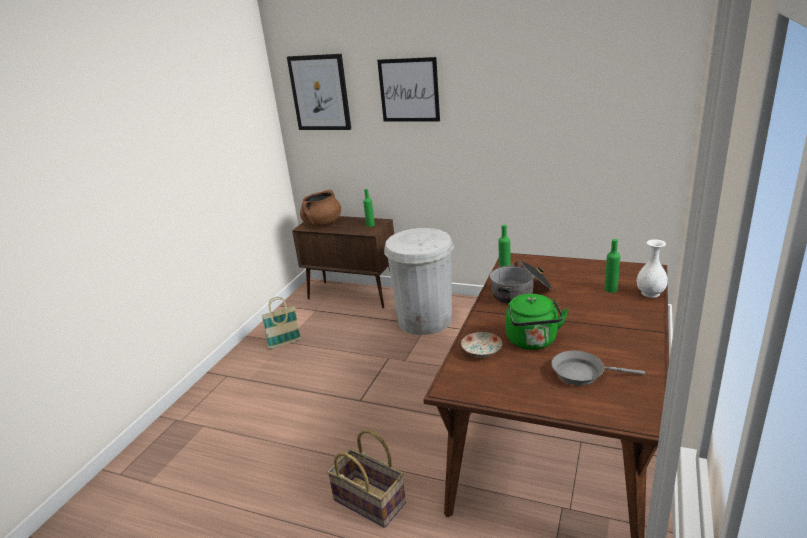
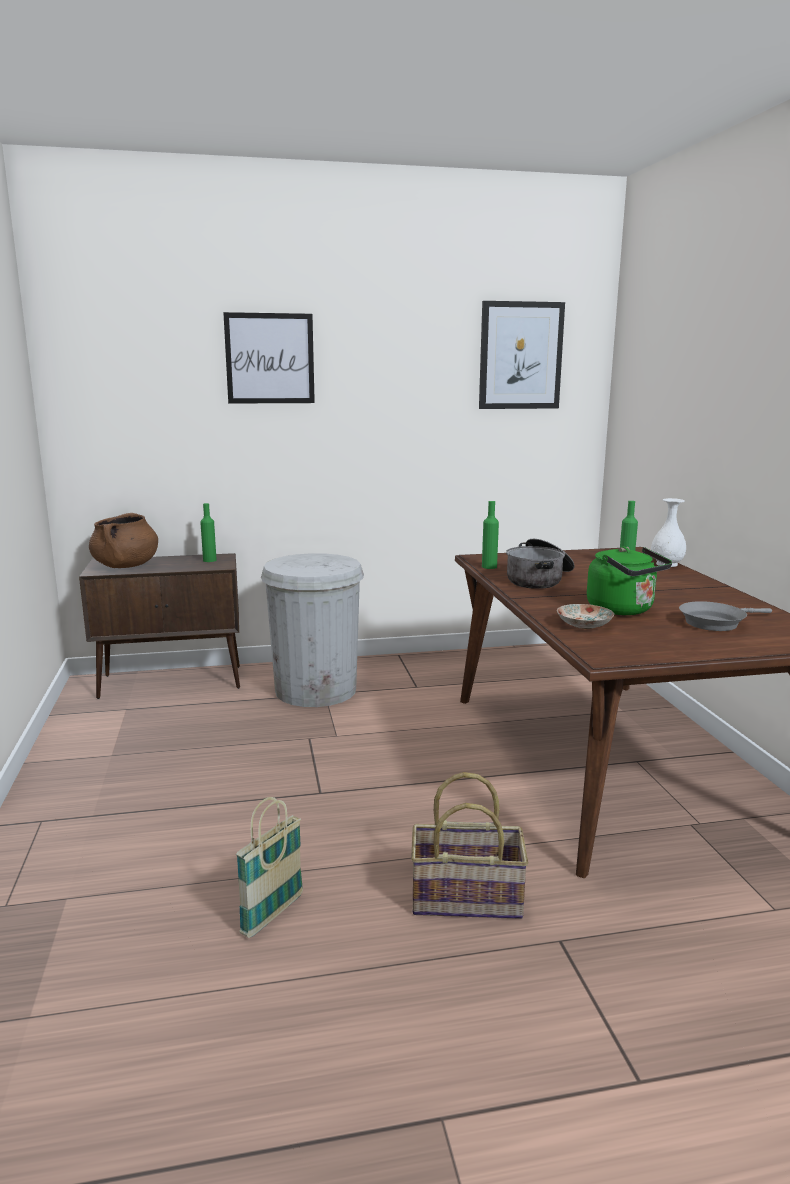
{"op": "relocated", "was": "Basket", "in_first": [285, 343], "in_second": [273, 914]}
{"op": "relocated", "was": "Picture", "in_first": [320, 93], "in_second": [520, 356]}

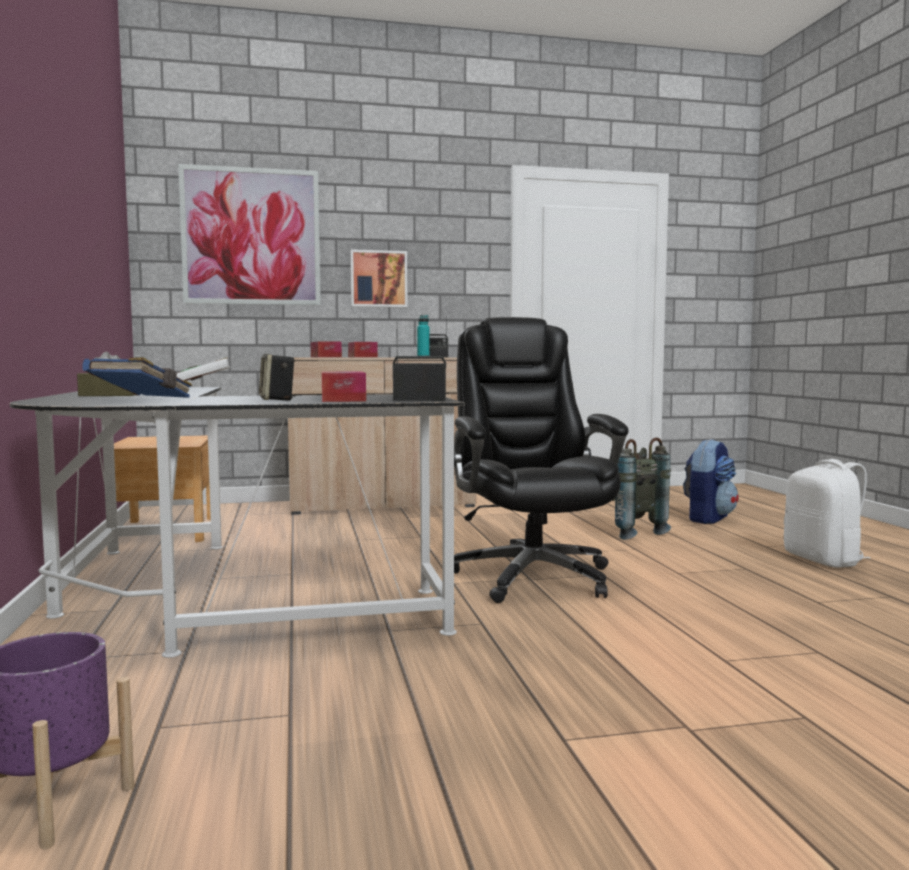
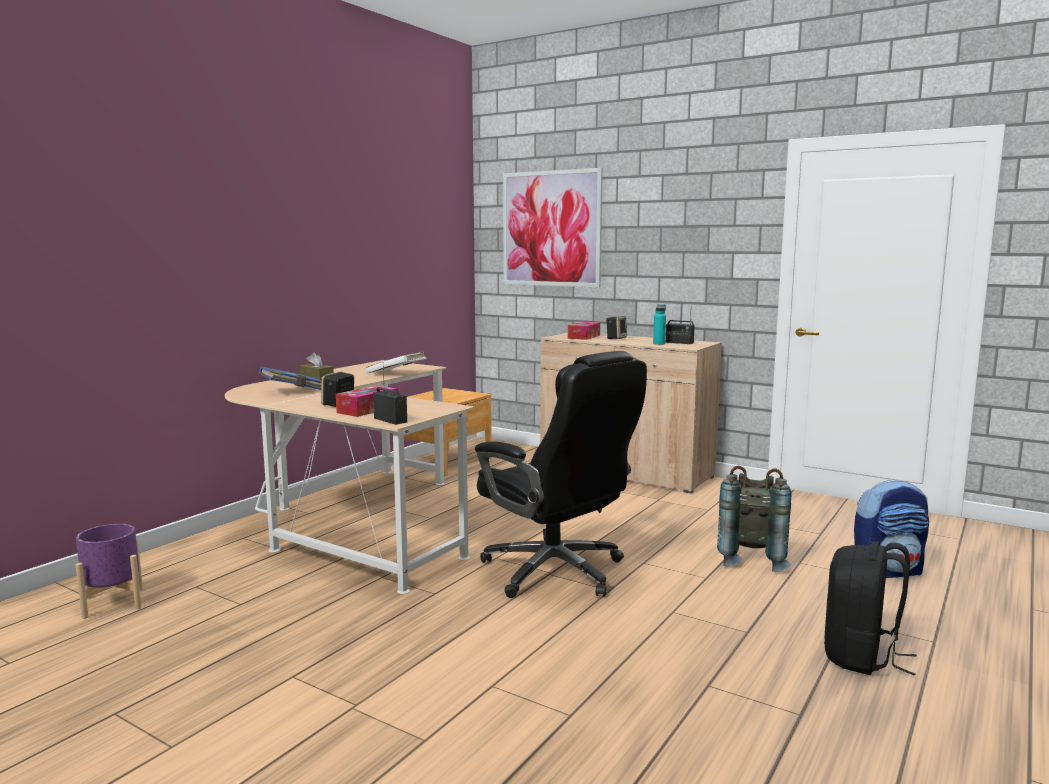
{"op": "colour", "was": "BlackDesk", "now": "BeigeDesk", "in_first": [208, 601], "in_second": [354, 523]}
{"op": "exchanged", "was": "TissueBox", "now": "Speaker", "in_first": [362, 357], "in_second": [616, 338]}
{"op": "missing", "was": "Picture", "in_first": [378, 279]}
{"op": "spun", "was": "BlackOfficeChair", "in_first": [531, 576], "in_second": [556, 572], "clockwise": 105}
{"op": "colour", "was": "WhiteBackpack", "now": "BlackBackpack", "in_first": [824, 560], "in_second": [861, 657]}

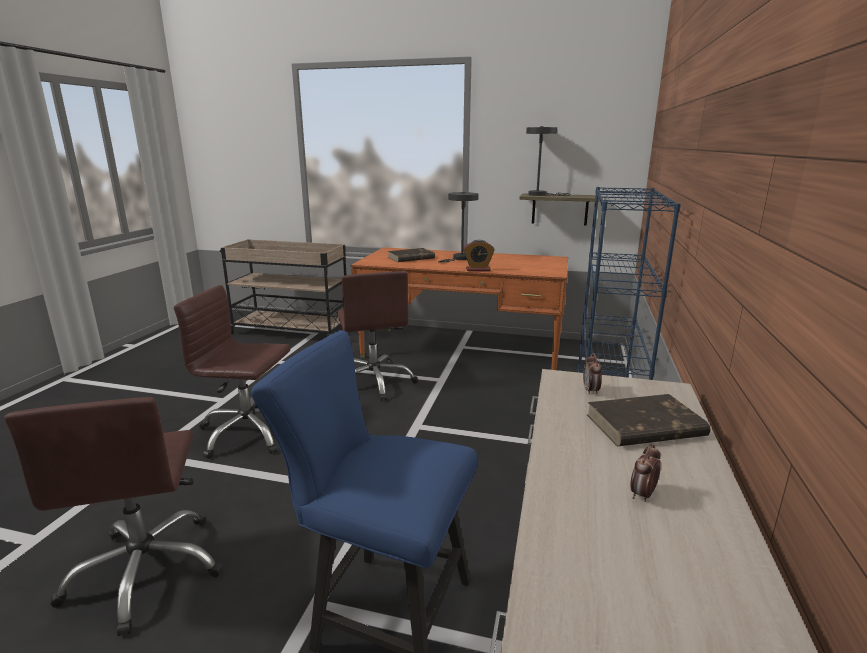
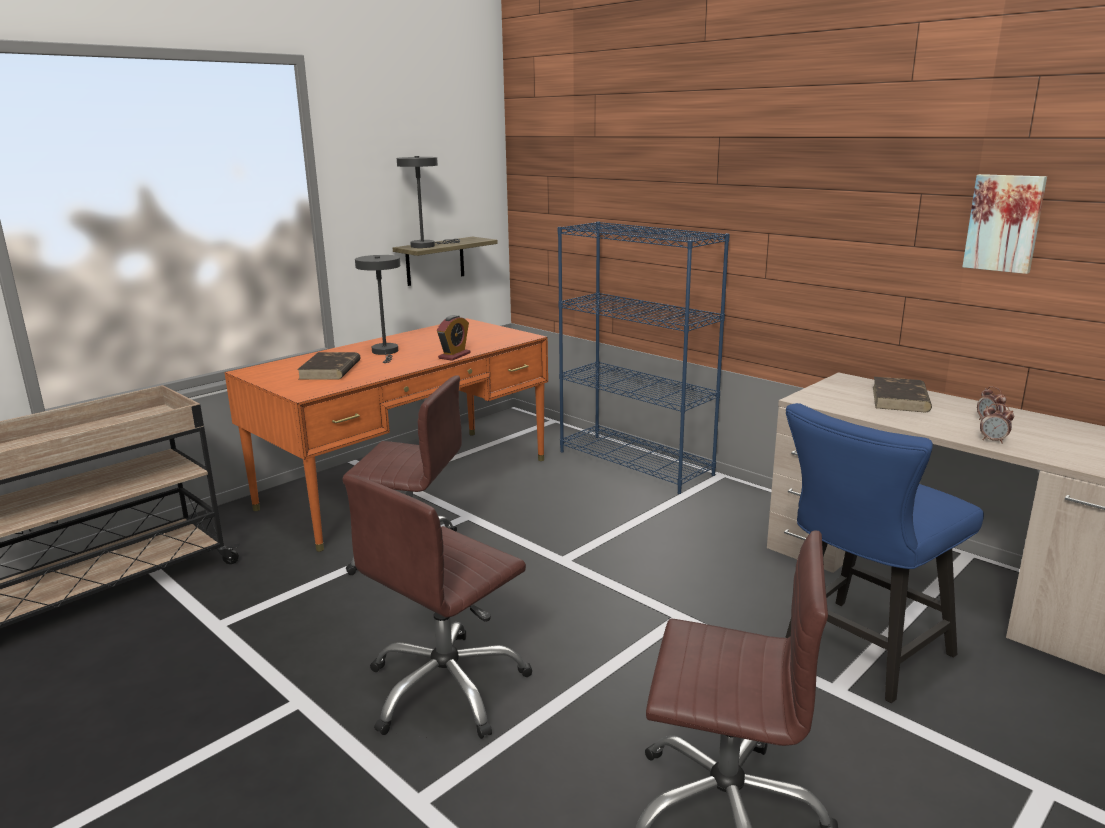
{"op": "relocated", "was": "AlarmClock", "in_first": [590, 391], "in_second": [993, 440]}
{"op": "appeared", "now": "Picture", "in_second": [1004, 223]}

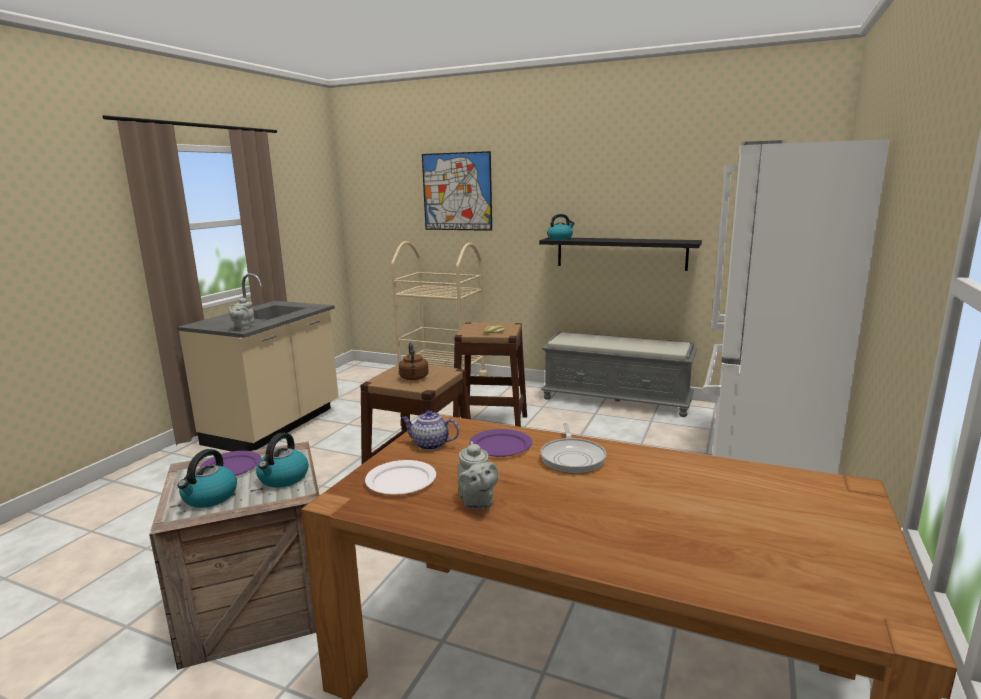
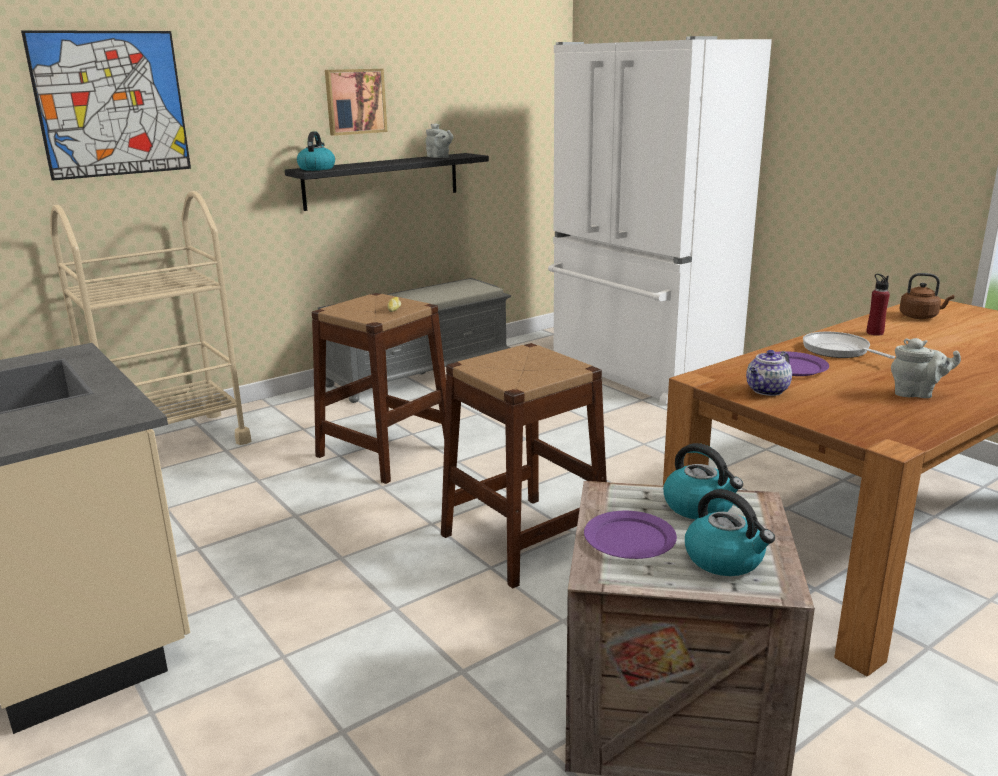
{"op": "relocated", "was": "GreyTeapot", "in_first": [243, 328], "in_second": [439, 157]}
{"op": "missing", "was": "WhitePlate", "in_first": [401, 481]}
{"op": "relocated", "was": "BrownKettle", "in_first": [414, 378], "in_second": [920, 317]}
{"op": "spun", "was": "FryingPan", "in_first": [572, 457], "in_second": [838, 350], "clockwise": -150}
{"op": "appeared", "now": "Picture", "in_second": [355, 101]}
{"op": "appeared", "now": "RedBottle", "in_second": [874, 333]}

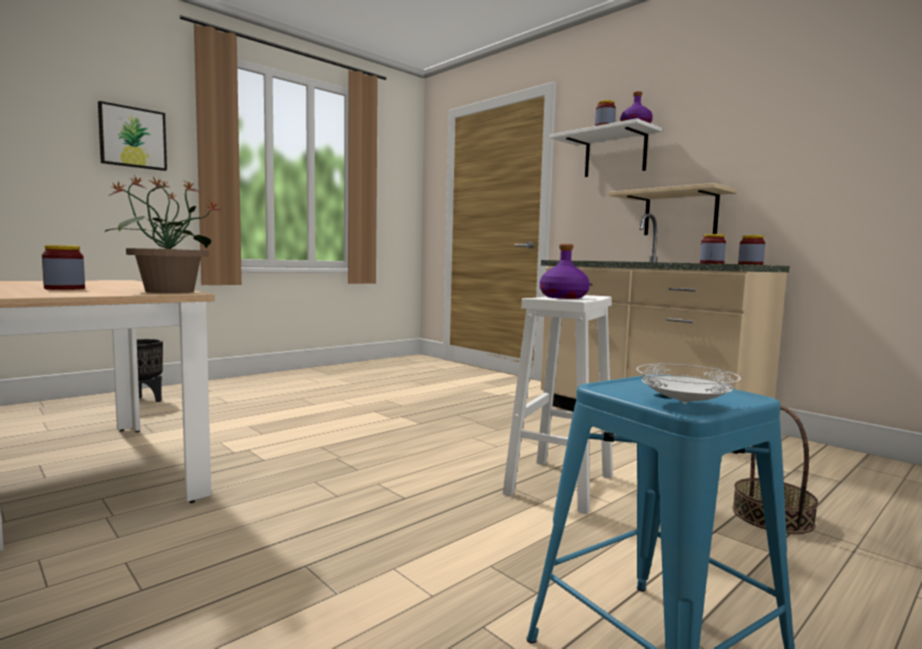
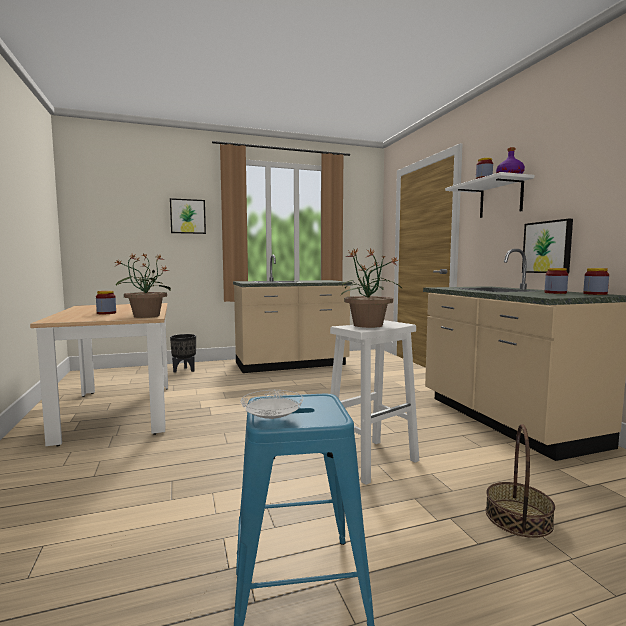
{"op": "exchanged", "was": "PurpleBottle", "now": "PottedPlant", "in_first": [563, 297], "in_second": [368, 325]}
{"op": "exchanged", "was": "BeigeShelf", "now": "Picture", "in_first": [680, 213], "in_second": [547, 247]}
{"op": "appeared", "now": "BeigeCounter", "in_second": [291, 364]}

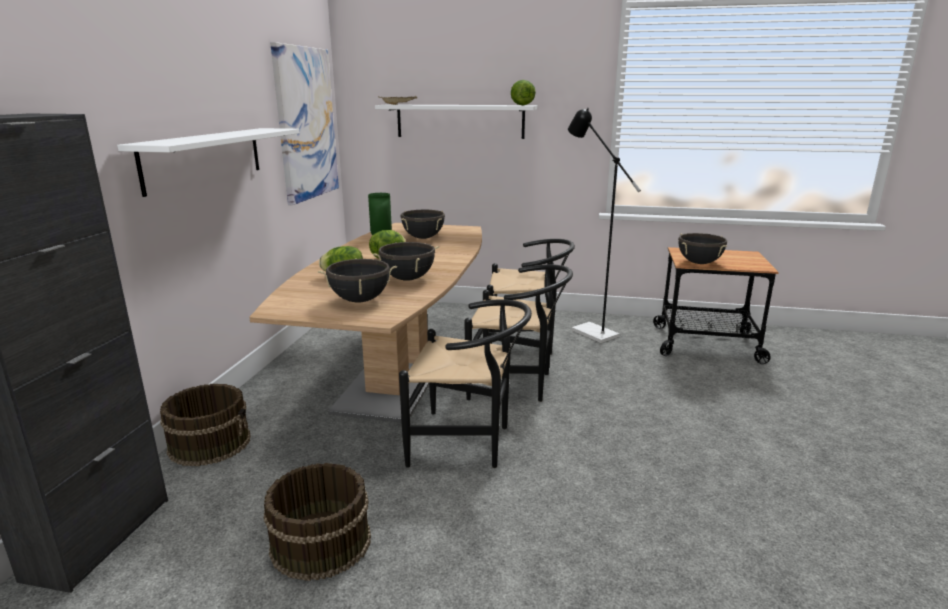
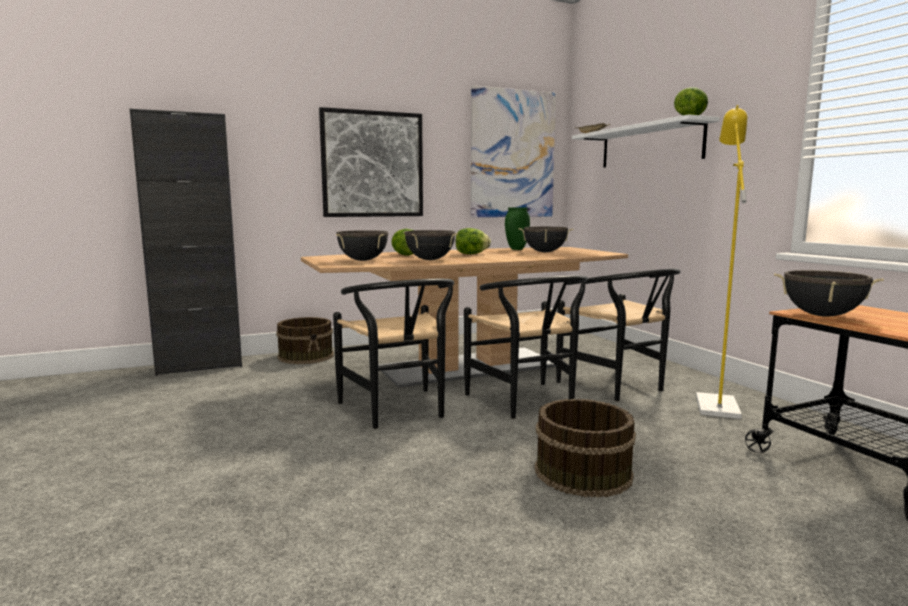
{"op": "exchanged", "was": "WhiteShelf", "now": "Picture", "in_first": [205, 158], "in_second": [372, 164]}
{"op": "relocated", "was": "BrownBucket", "in_first": [320, 543], "in_second": [581, 472]}
{"op": "colour", "was": "BlackFloorLamp", "now": "YellowFloorLamp", "in_first": [588, 331], "in_second": [715, 403]}

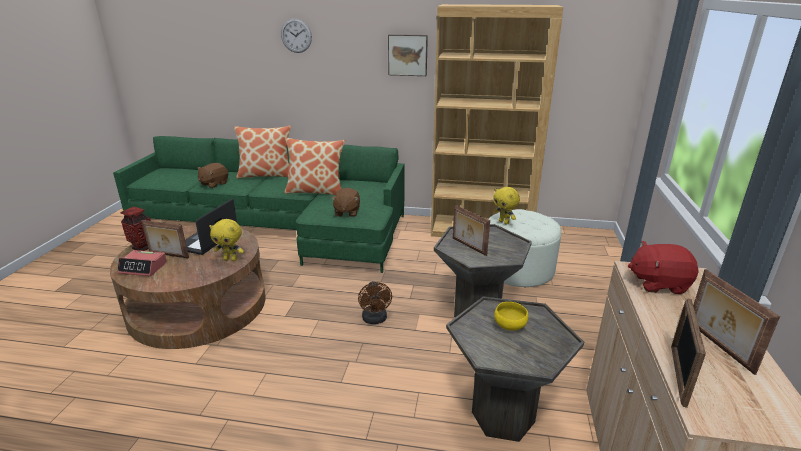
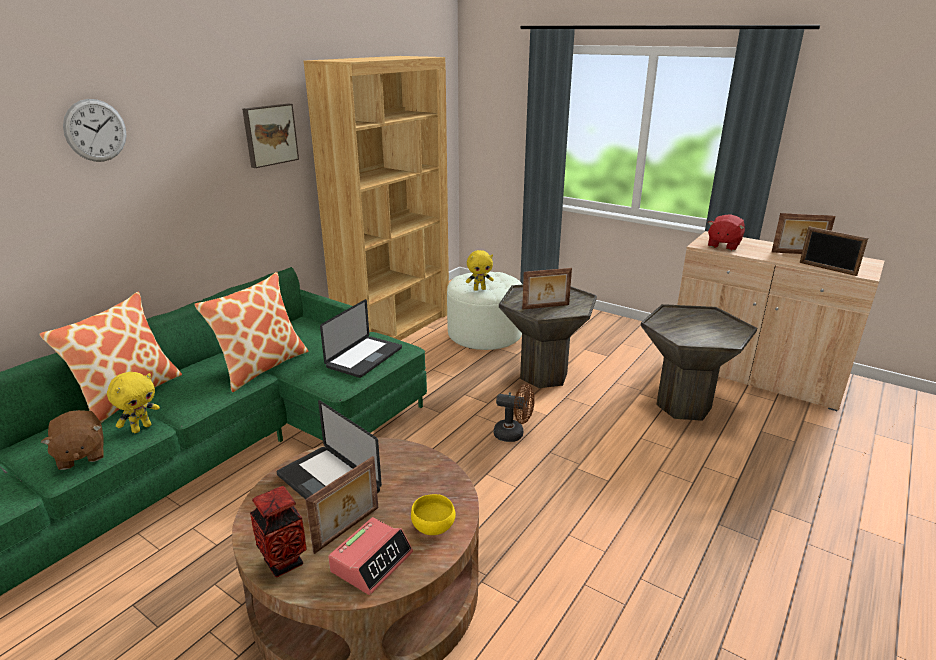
{"op": "relocated", "was": "YellowPlushToy", "in_first": [231, 259], "in_second": [141, 428]}
{"op": "exchanged", "was": "BrownPlushToy", "now": "Laptop", "in_first": [346, 212], "in_second": [364, 358]}
{"op": "relocated", "was": "YellowBowl", "in_first": [510, 326], "in_second": [434, 526]}

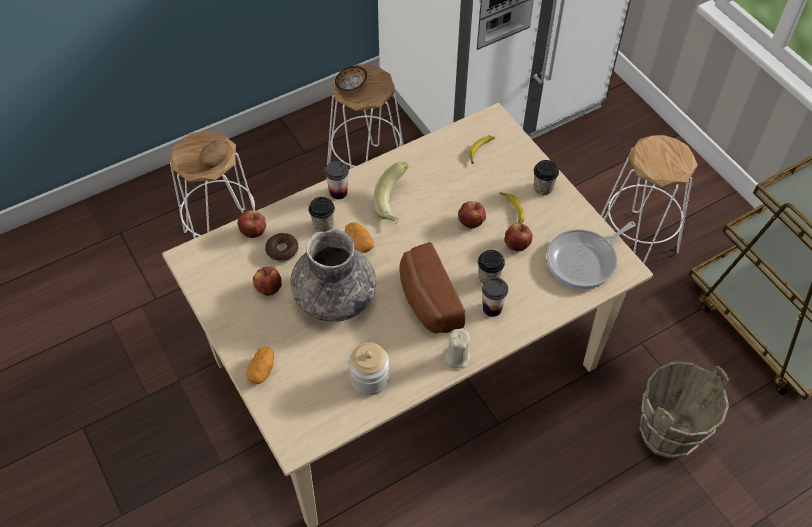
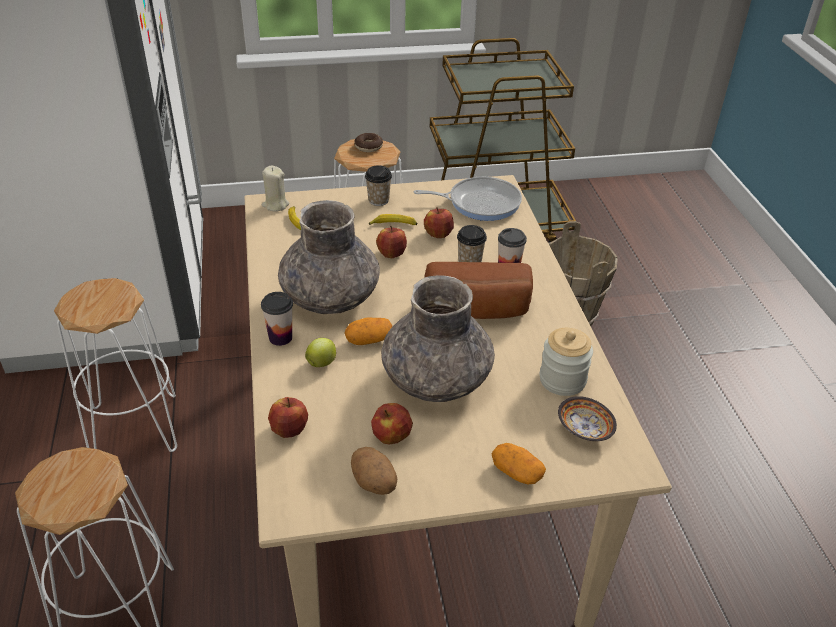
{"op": "relocated", "was": "Potato", "in_first": [214, 161], "in_second": [374, 483]}
{"op": "relocated", "was": "Donut", "in_first": [282, 251], "in_second": [368, 147]}
{"op": "exchanged", "was": "Cup", "now": "Apple", "in_first": [323, 225], "in_second": [322, 363]}
{"op": "relocated", "was": "Bowl", "in_first": [351, 85], "in_second": [584, 430]}
{"op": "exchanged", "was": "Banana", "now": "GreyVase", "in_first": [395, 204], "in_second": [330, 298]}
{"op": "relocated", "was": "BeigeCandle", "in_first": [457, 357], "in_second": [275, 205]}
{"op": "spun", "was": "FryingPan", "in_first": [584, 261], "in_second": [480, 203], "clockwise": -75}

